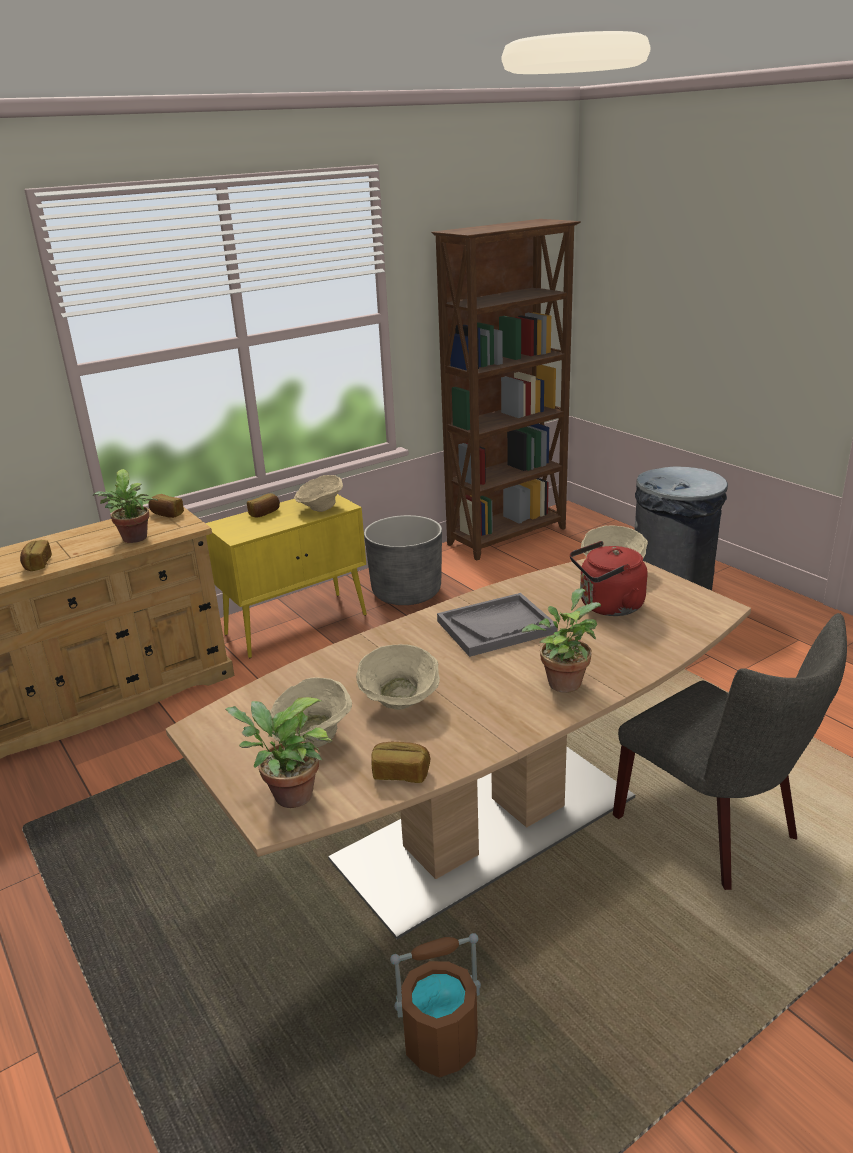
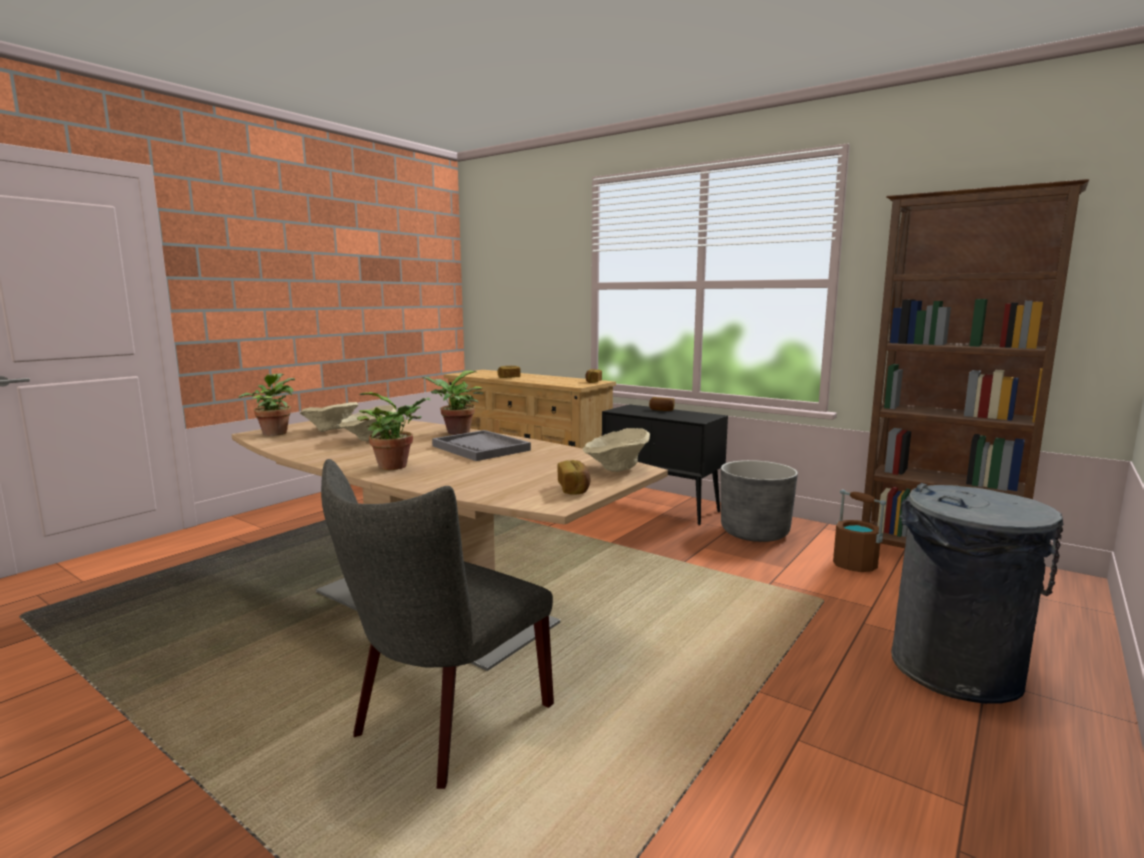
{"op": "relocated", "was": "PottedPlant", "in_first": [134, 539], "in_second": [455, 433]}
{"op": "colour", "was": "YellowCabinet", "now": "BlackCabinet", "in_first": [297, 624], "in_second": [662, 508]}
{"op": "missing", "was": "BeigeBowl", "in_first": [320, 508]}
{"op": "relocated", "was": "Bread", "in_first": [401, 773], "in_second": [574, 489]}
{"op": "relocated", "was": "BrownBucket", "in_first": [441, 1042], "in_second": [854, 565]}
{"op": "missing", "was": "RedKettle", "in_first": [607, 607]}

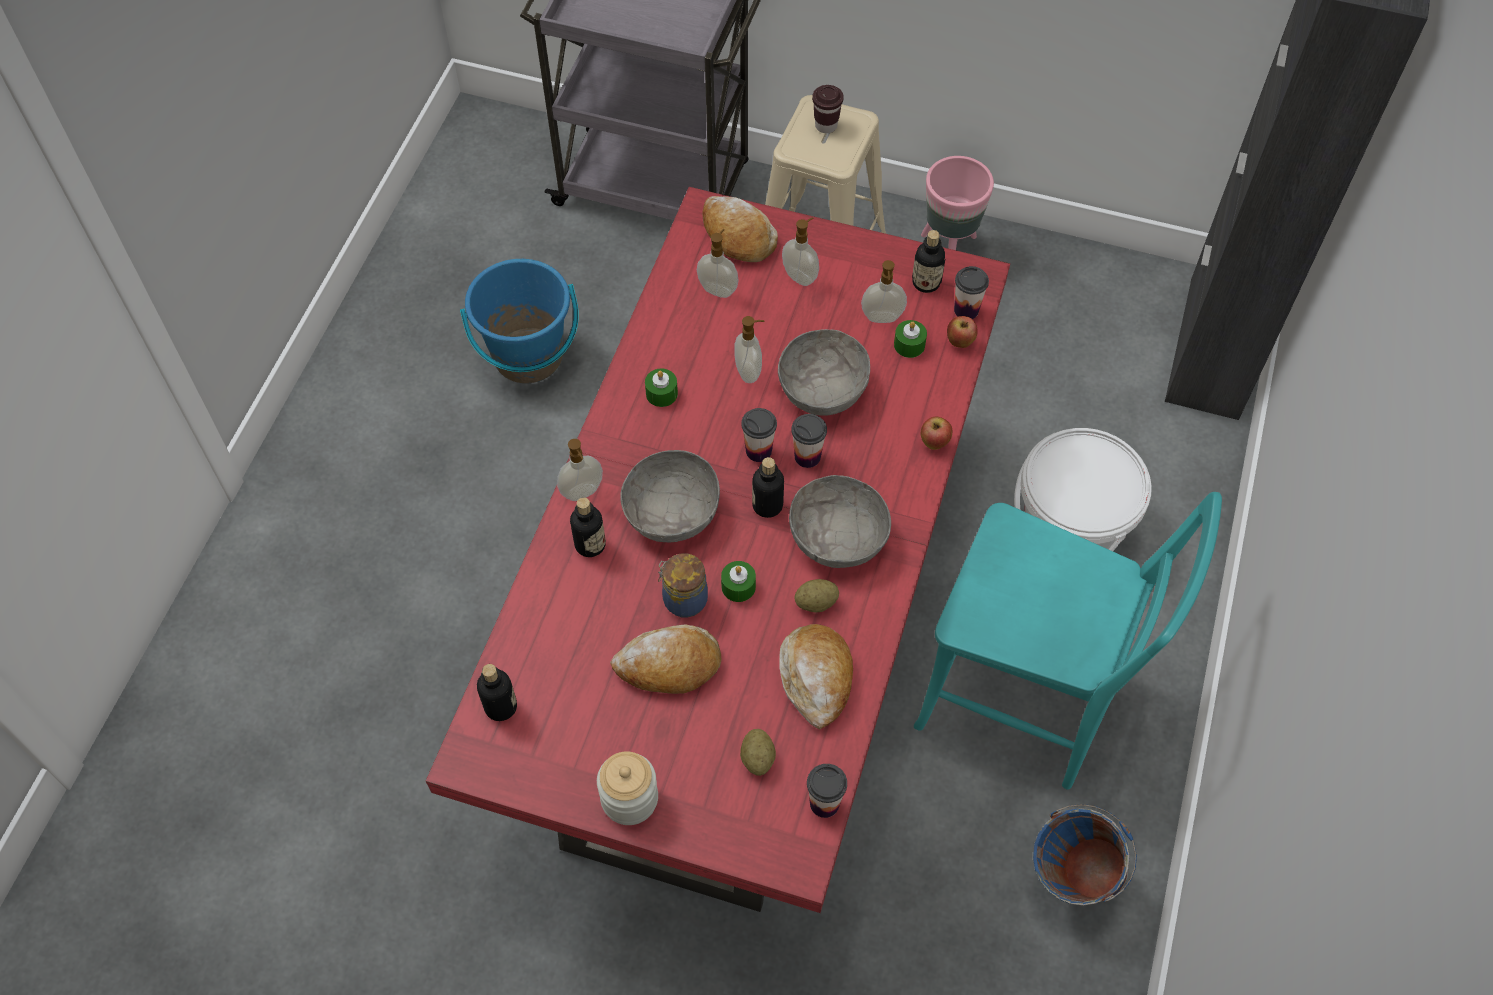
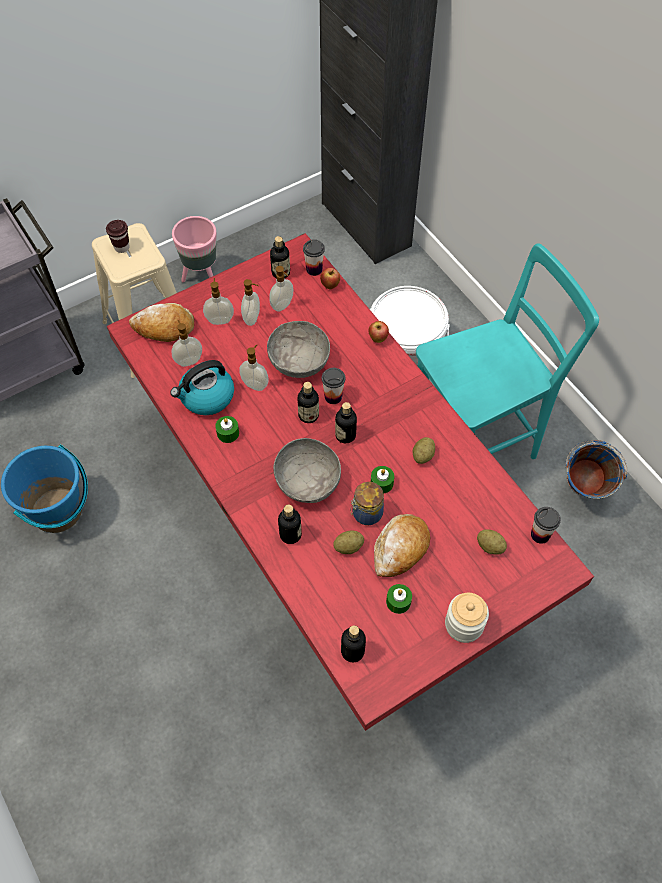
{"op": "relocated", "was": "SoapDispenser", "in_first": [583, 492], "in_second": [252, 318]}
{"op": "exchanged", "was": "Cup", "now": "Bottle", "in_first": [758, 451], "in_second": [308, 415]}
{"op": "missing", "was": "Bread", "in_first": [816, 678]}
{"op": "missing", "was": "GreyBowl", "in_first": [837, 537]}
{"op": "relocated", "was": "GreenCandle", "in_first": [909, 345], "in_second": [398, 602]}
{"op": "appeared", "now": "Kettle", "in_second": [206, 397]}
{"op": "appeared", "now": "Potato", "in_second": [348, 547]}

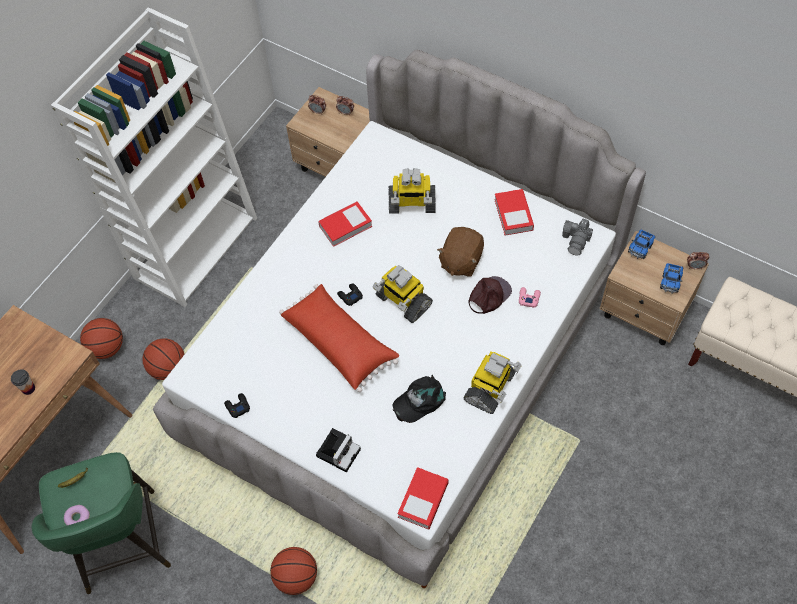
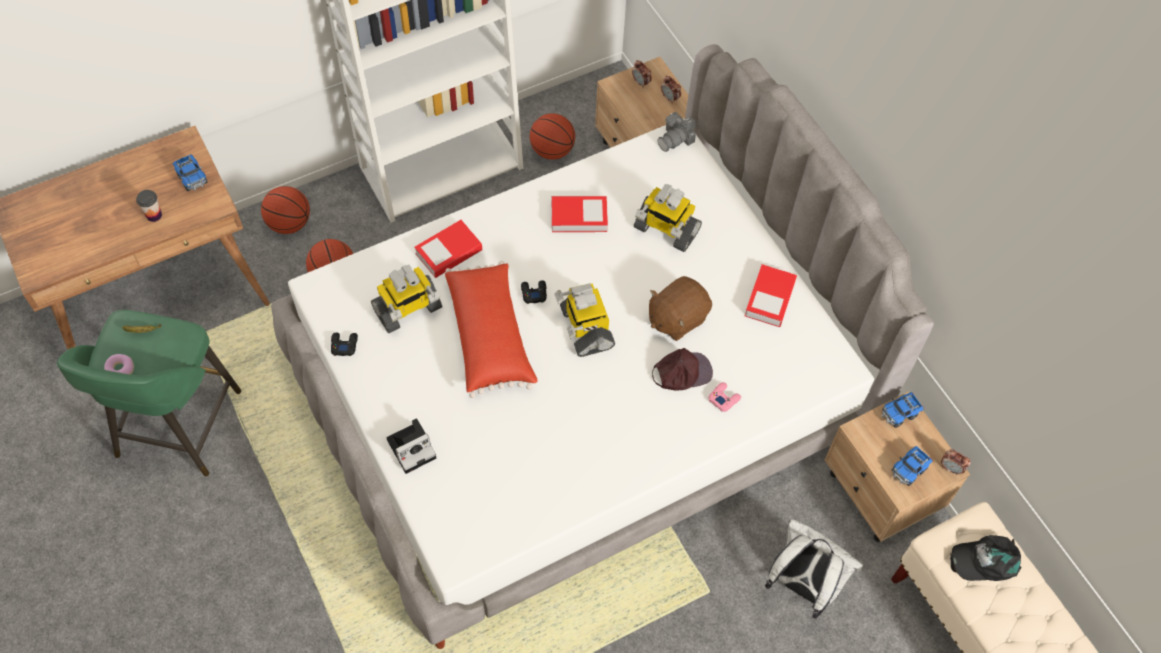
{"op": "relocated", "was": "Basketball", "in_first": [296, 577], "in_second": [552, 150]}
{"op": "relocated", "was": "BlackCap", "in_first": [419, 400], "in_second": [985, 560]}
{"op": "relocated", "was": "Book", "in_first": [423, 500], "in_second": [448, 252]}
{"op": "relocated", "was": "ToyRobot", "in_first": [490, 388], "in_second": [407, 309]}
{"op": "relocated", "was": "PhotoCamera", "in_first": [576, 240], "in_second": [676, 138]}
{"op": "appeared", "now": "ToyTruck", "in_second": [192, 178]}
{"op": "appeared", "now": "WhiteBackpack", "in_second": [802, 585]}

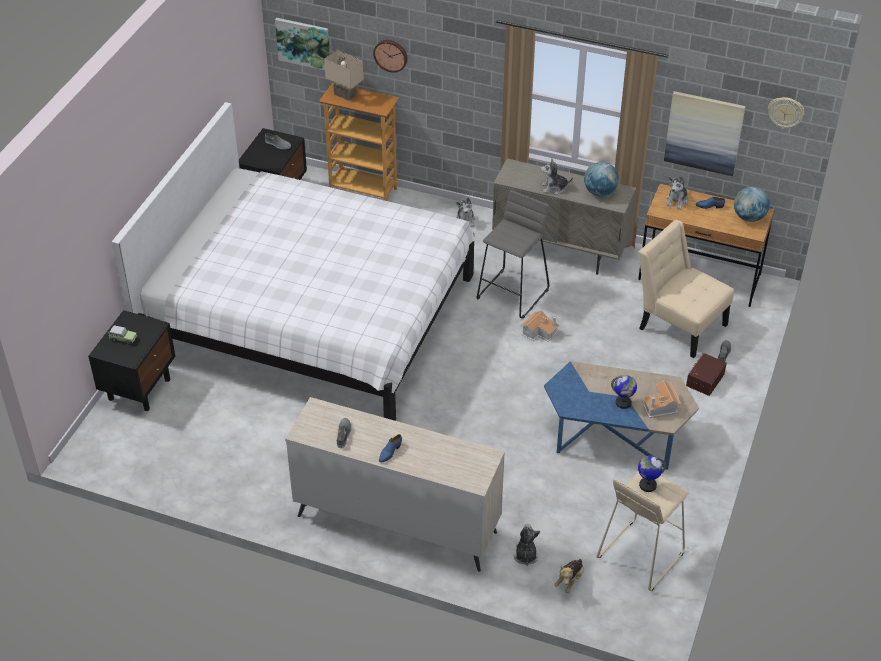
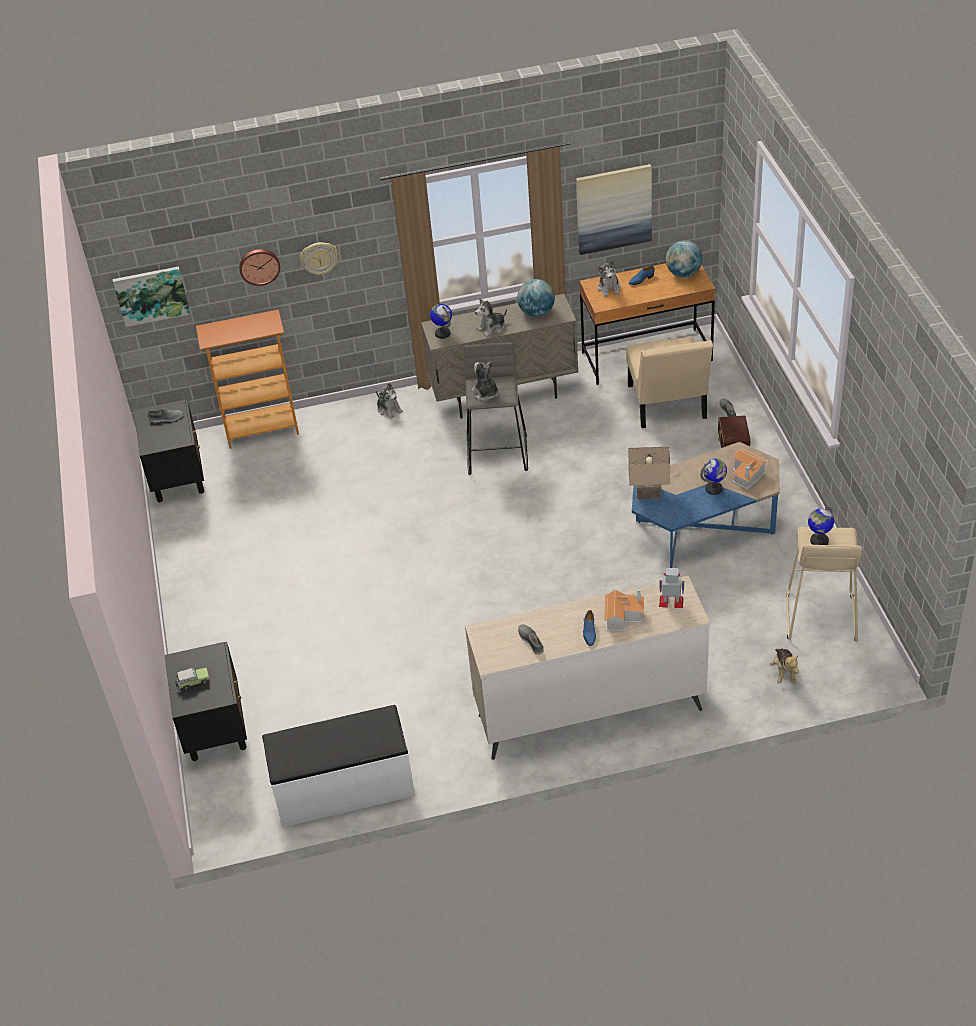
{"op": "missing", "was": "WhiteBed", "in_first": [310, 316]}
{"op": "relocated", "was": "BeigeTableLamp", "in_first": [346, 94], "in_second": [649, 492]}
{"op": "relocated", "was": "PlushToy", "in_first": [525, 555], "in_second": [486, 393]}
{"op": "relocated", "was": "ToyHouse", "in_first": [539, 332], "in_second": [622, 616]}
{"op": "spun", "was": "BeigeChair", "in_first": [679, 324], "in_second": [667, 405], "clockwise": -105}
{"op": "relocated", "was": "WallClock", "in_first": [785, 112], "in_second": [319, 258]}
{"op": "appeared", "now": "WhiteBench", "in_second": [344, 788]}
{"op": "appeared", "now": "Globe", "in_second": [442, 333]}
{"op": "appeared", "now": "ToyRobot", "in_second": [671, 602]}

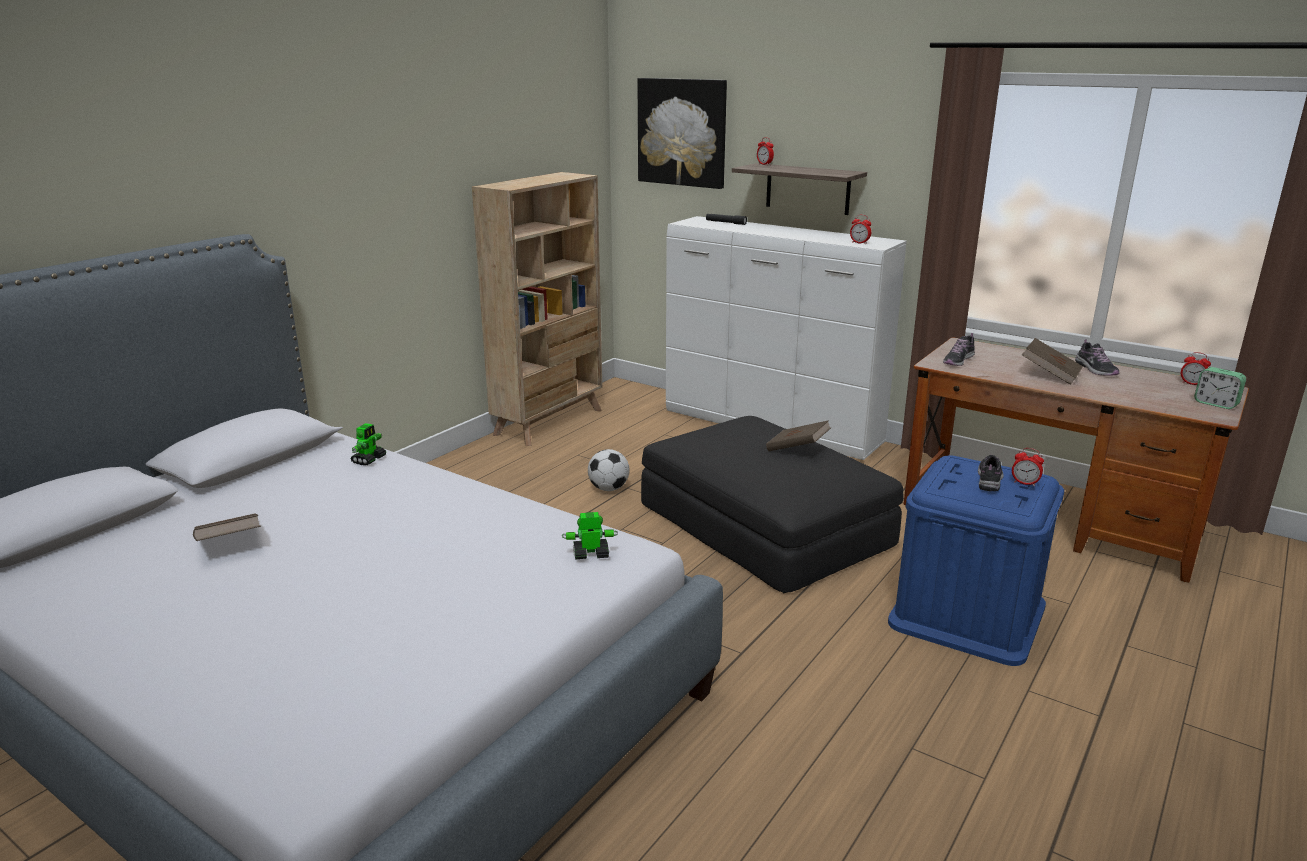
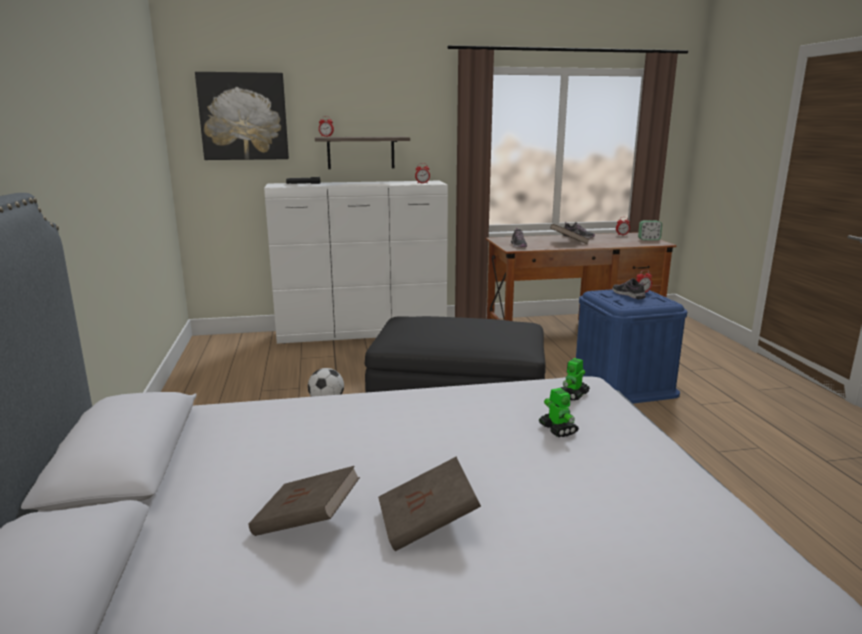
{"op": "relocated", "was": "ToyRobot", "in_first": [369, 459], "in_second": [557, 429]}
{"op": "missing", "was": "BeigeBookcase", "in_first": [549, 422]}
{"op": "relocated", "was": "BrownBook", "in_first": [797, 449], "in_second": [427, 523]}

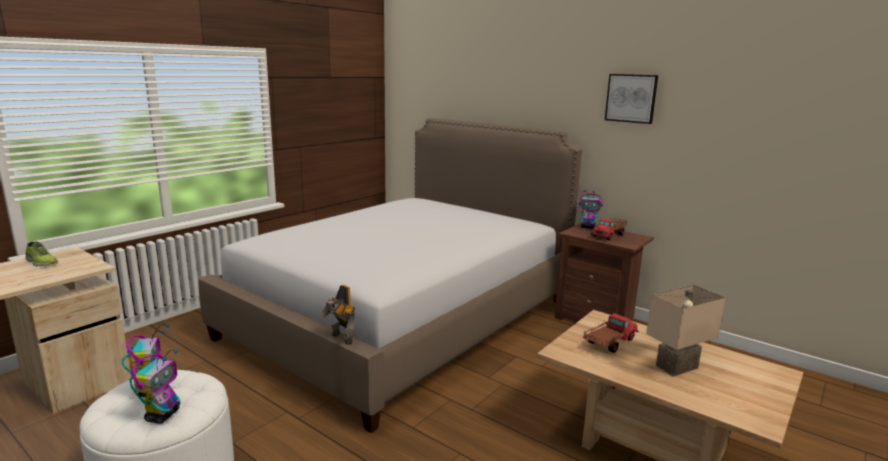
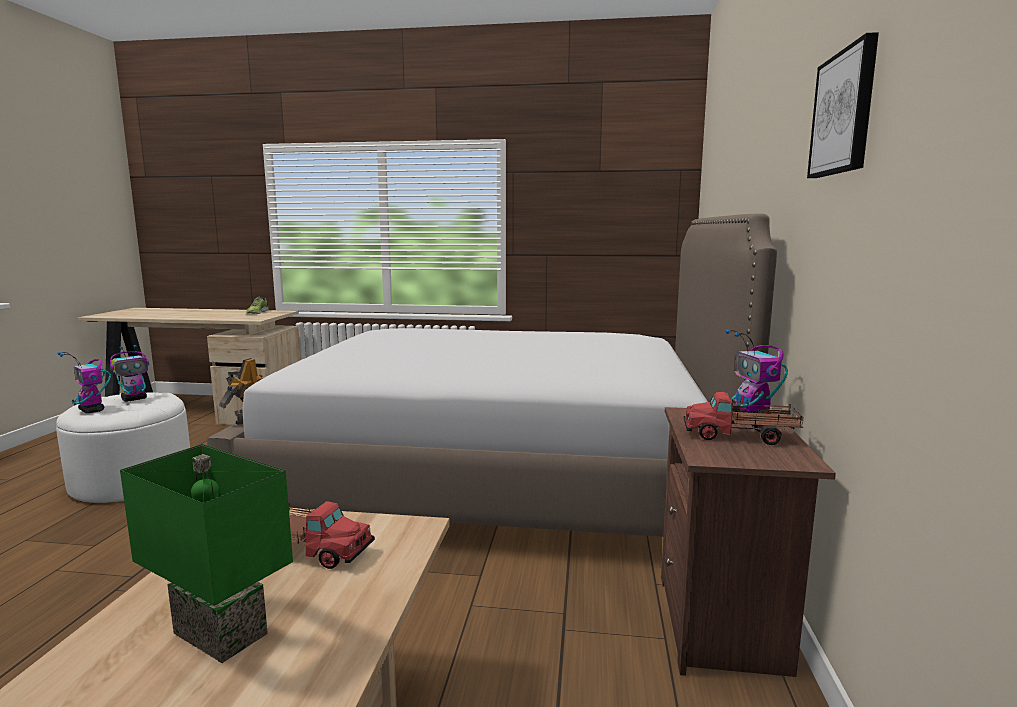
{"op": "spun", "was": "ToyRobot", "in_first": [163, 415], "in_second": [92, 410], "clockwise": 60}
{"op": "colour", "was": "BeigeTableLamp", "now": "GreenTableLamp", "in_first": [675, 366], "in_second": [225, 631]}

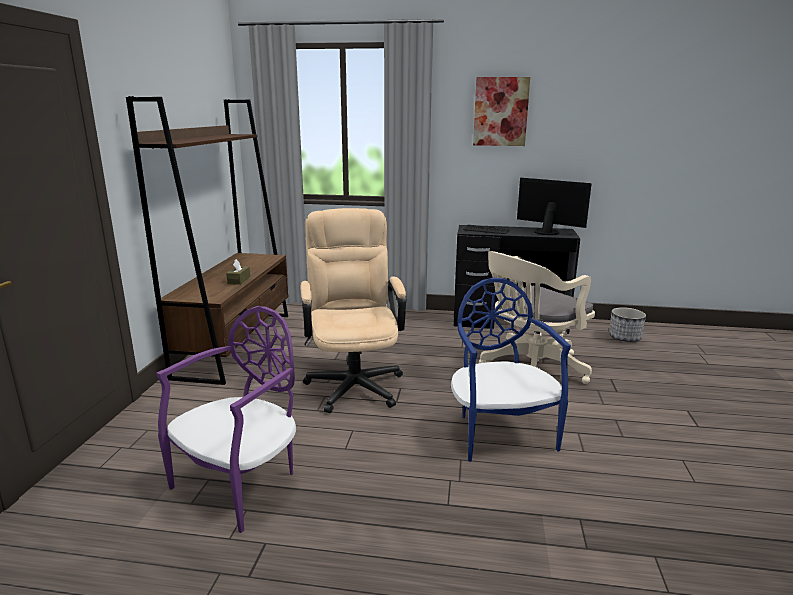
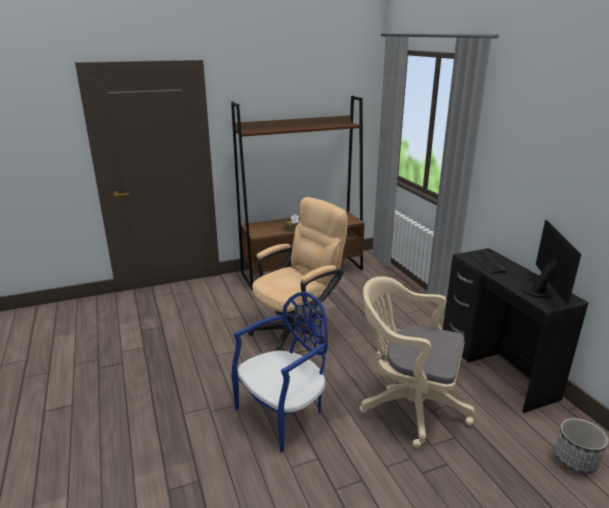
{"op": "missing", "was": "PurpleChair", "in_first": [241, 483]}
{"op": "missing", "was": "Picture", "in_first": [500, 112]}

